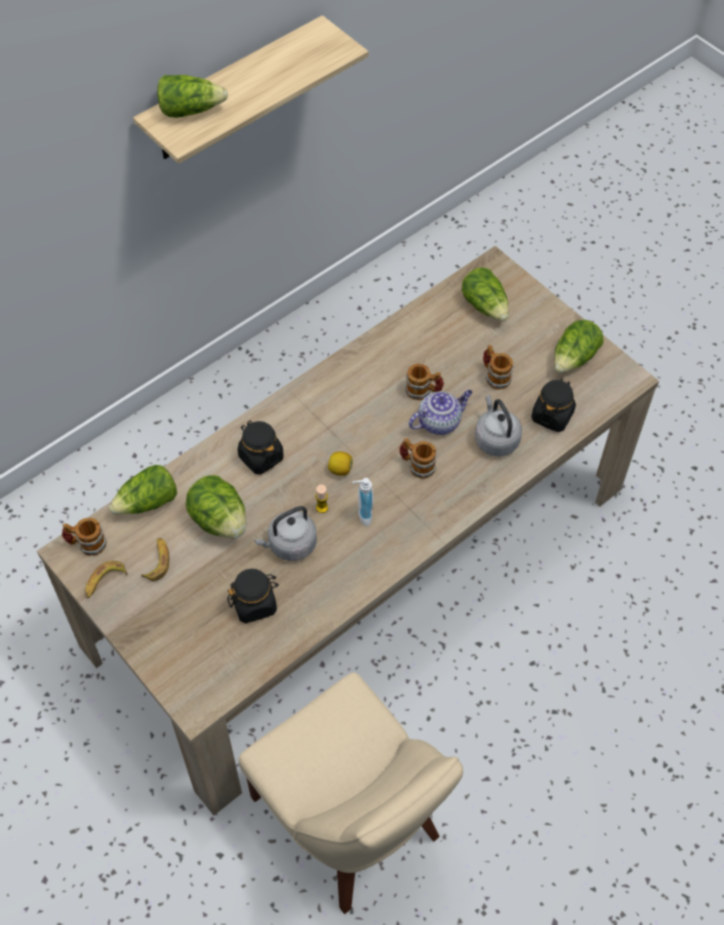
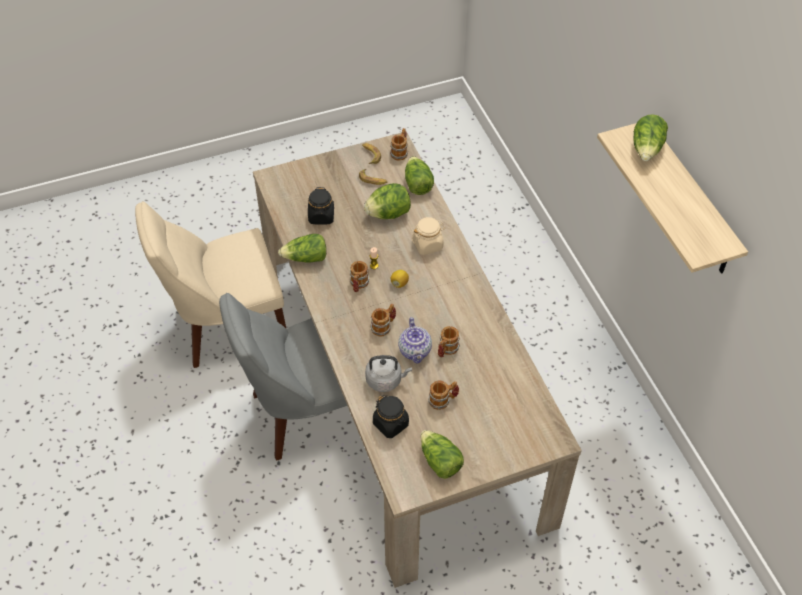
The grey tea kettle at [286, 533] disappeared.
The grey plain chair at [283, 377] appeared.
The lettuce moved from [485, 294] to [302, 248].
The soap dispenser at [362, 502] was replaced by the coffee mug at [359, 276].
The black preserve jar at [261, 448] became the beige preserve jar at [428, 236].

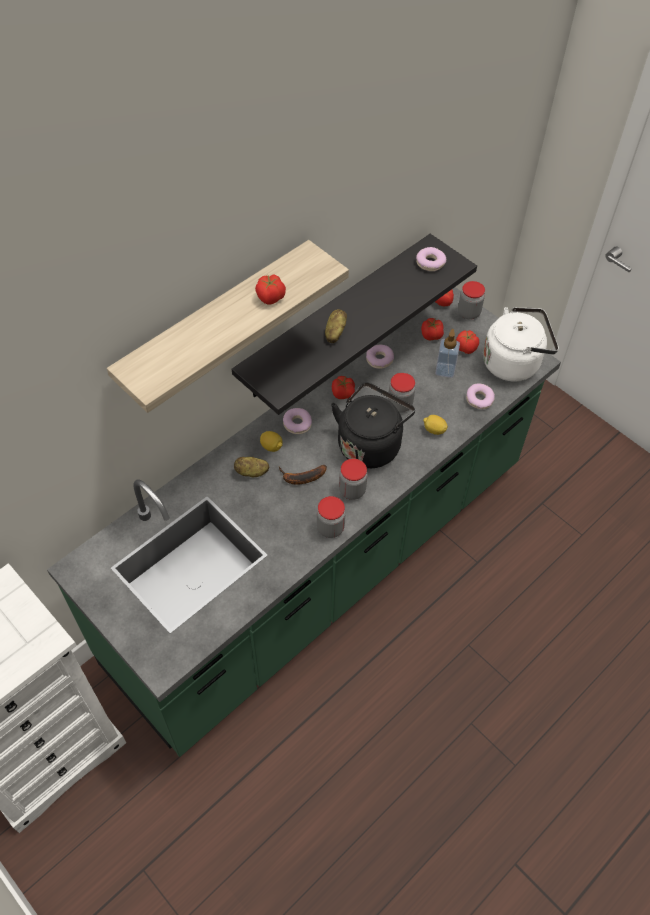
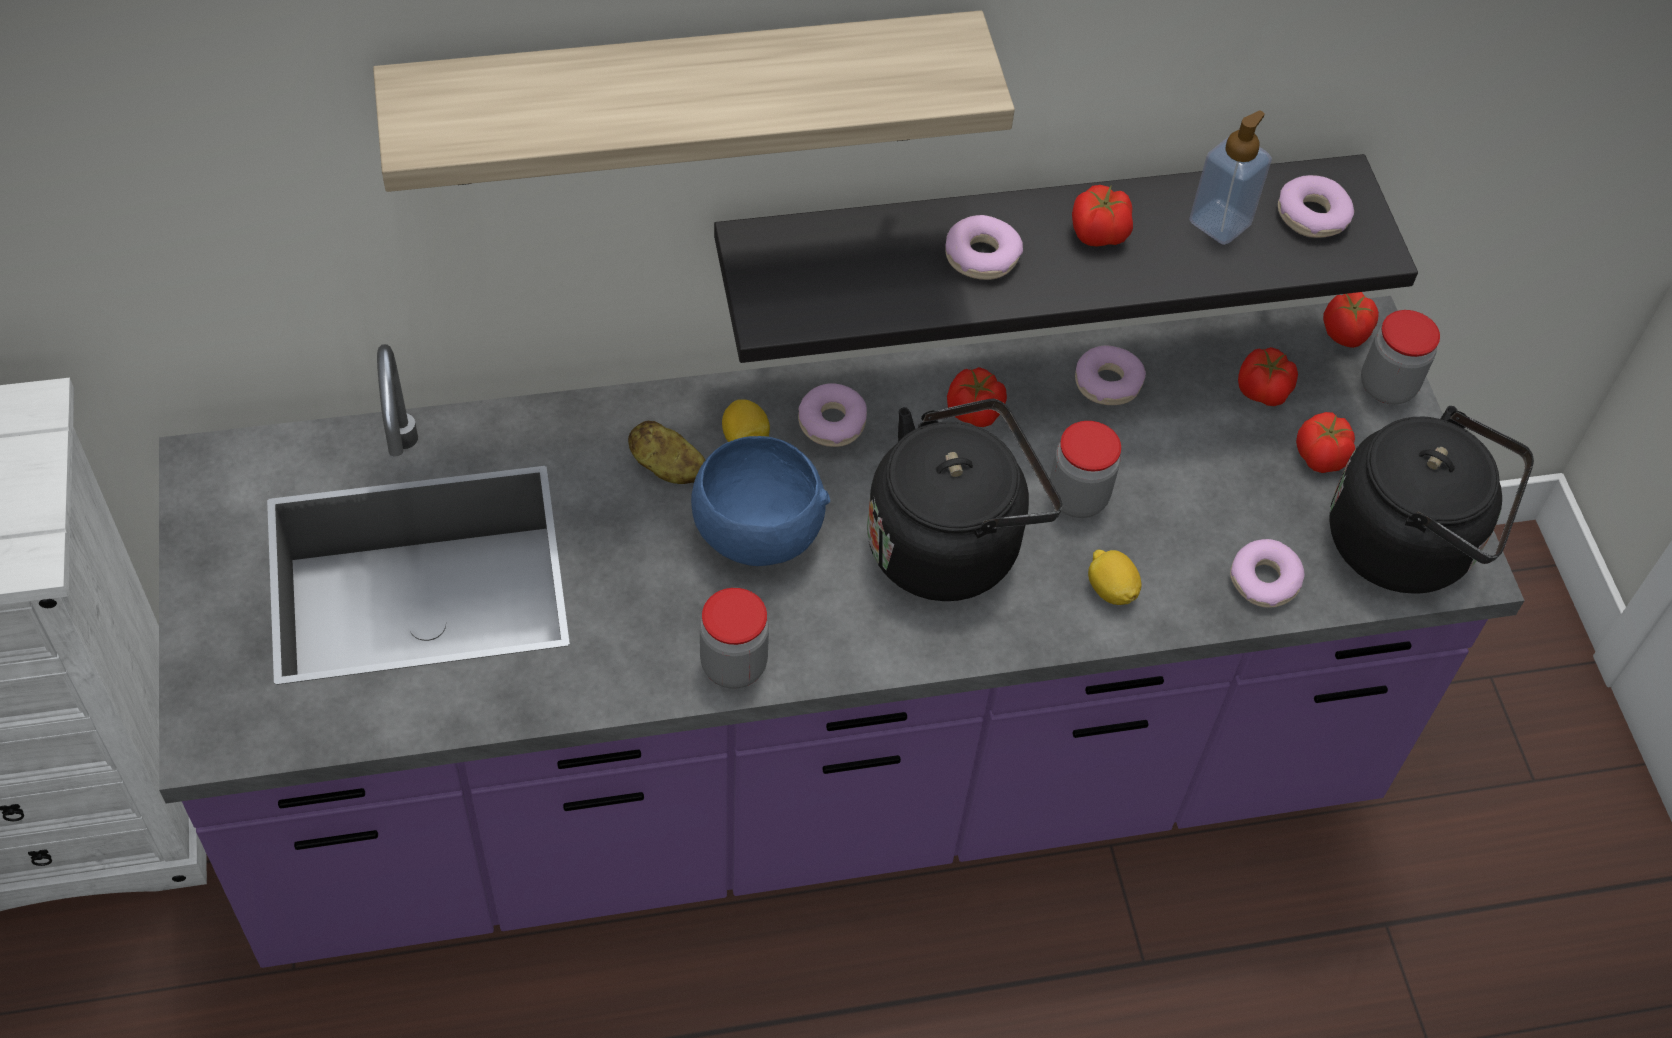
The preserve jar at [353, 479] disappeared.
The fresh tomato moved from [270, 289] to [1102, 215].
The soap dispenser moved from [447, 353] to [1230, 177].
The banana fruit at [303, 474] was replaced by the bluish deep dish at [760, 501].
The whole potato at [336, 326] was replaced by the donut at [984, 247].
The green-coloured kitchen base unit at [304, 522] became the purple-coloured kitchen base unit at [842, 632].
The white-coloured tea kettle at [521, 344] became the black tea kettle at [1431, 500].

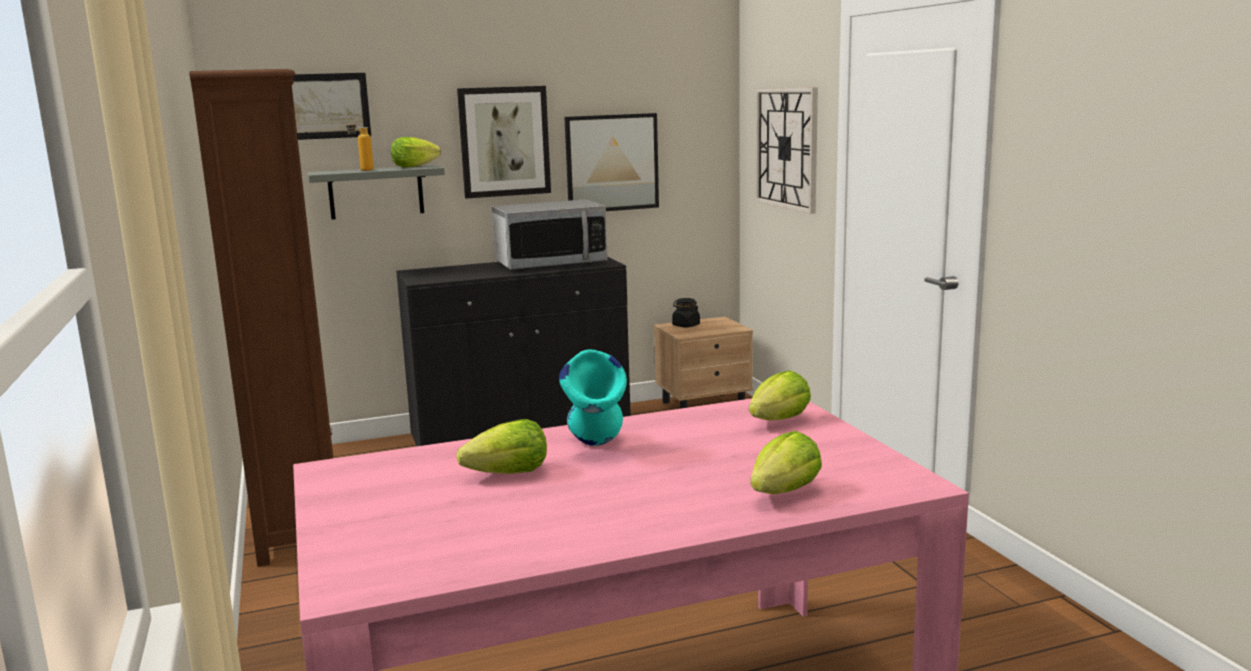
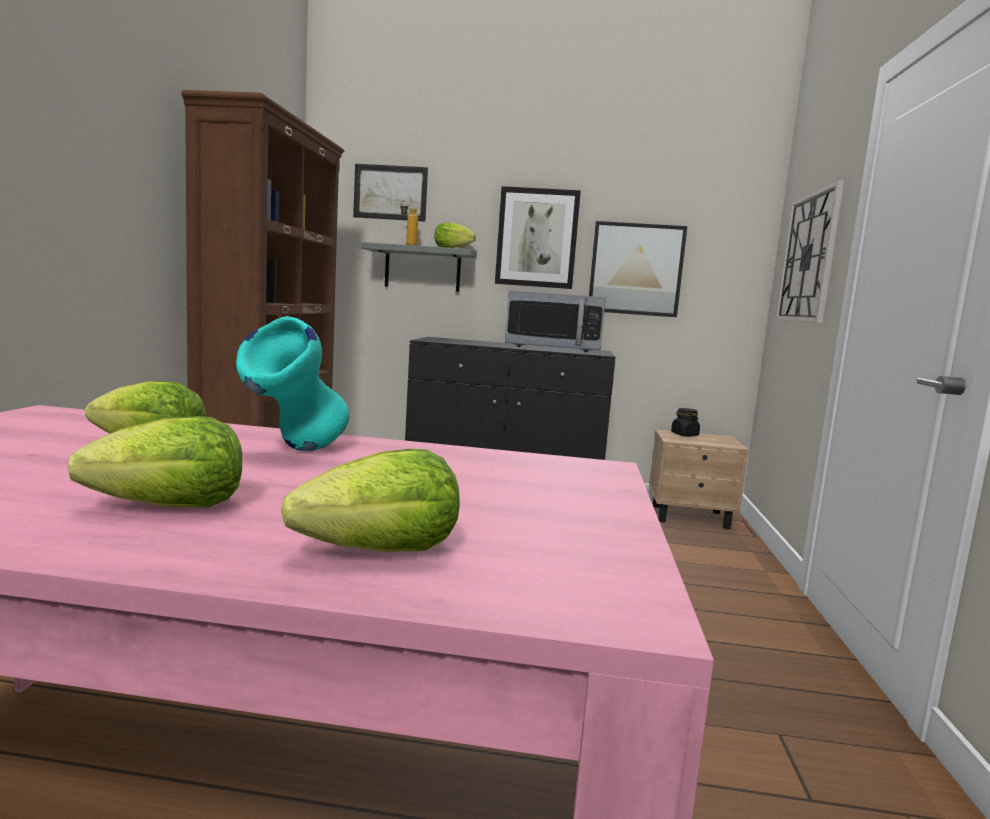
The lettuce moved from [780, 395] to [155, 461].

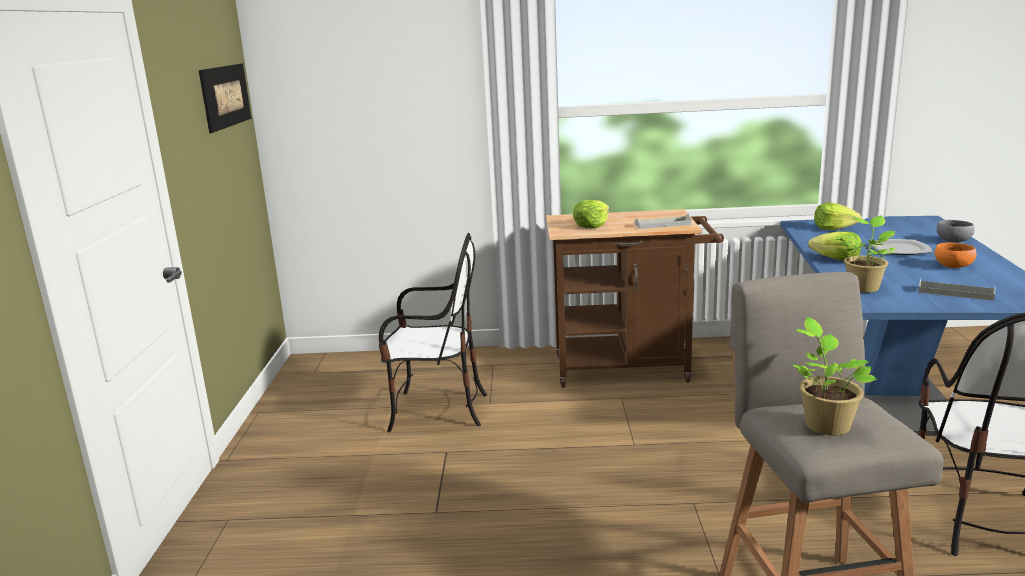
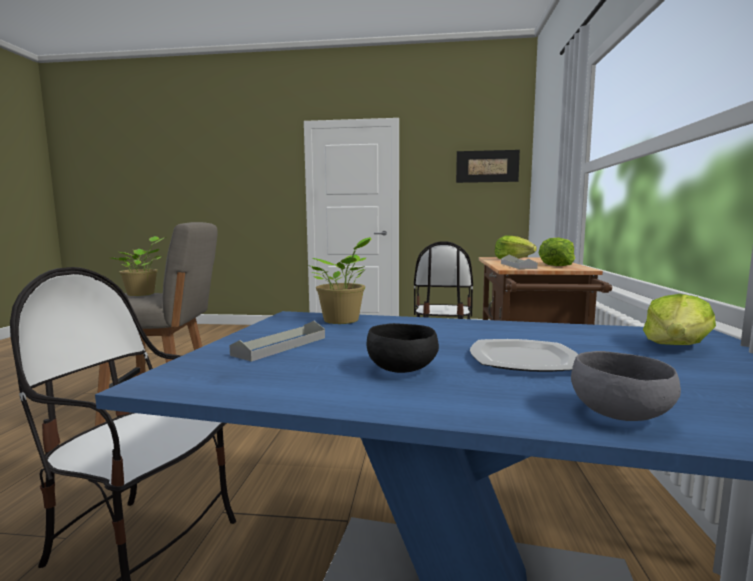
The lettuce moved from [835, 246] to [557, 251].
The orange deep dish at [955, 255] became the black deep dish at [402, 348].

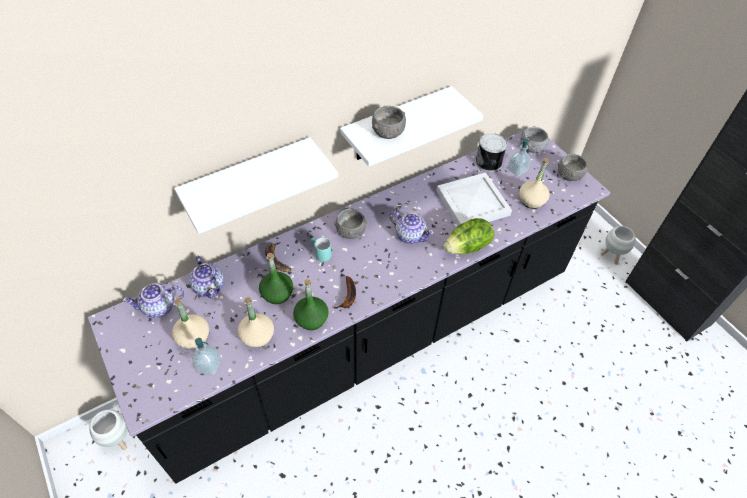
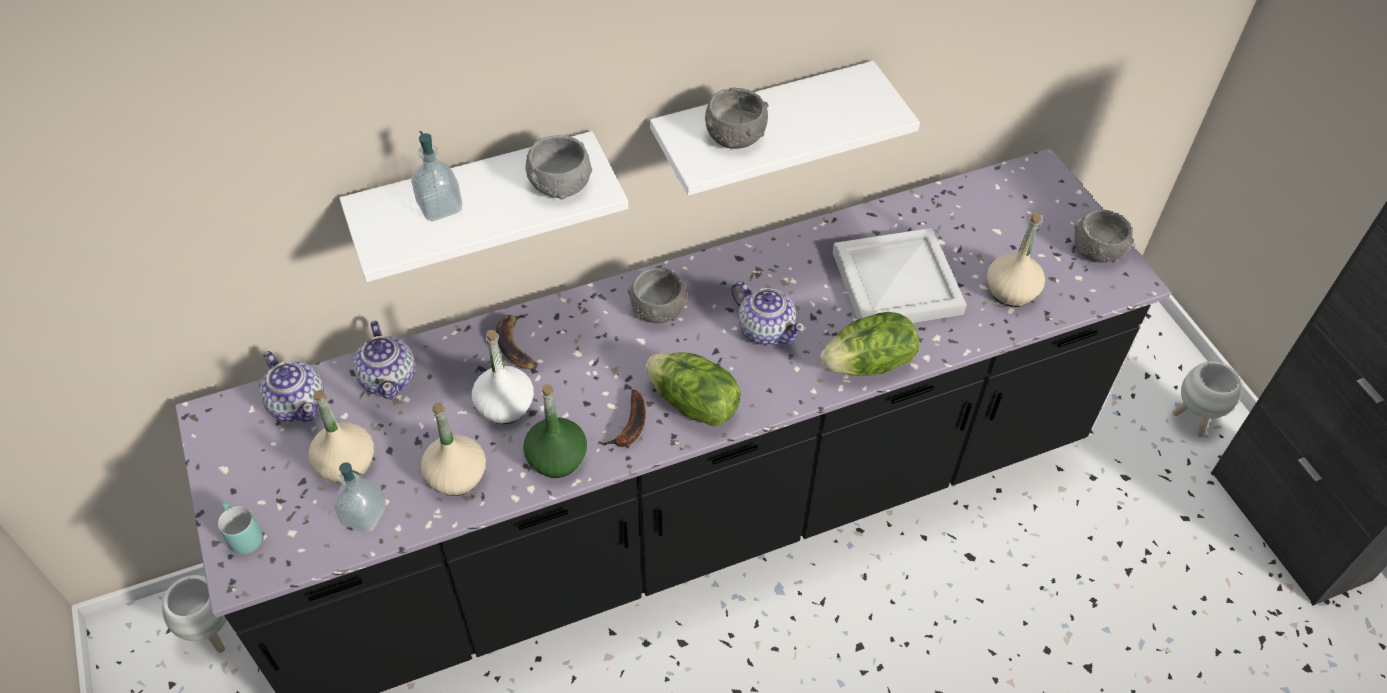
The sealed can at [491, 152] disappeared.
The lettuce at [693, 389] appeared.
The turquoise-coloured coffee mug moved from [321, 250] to [240, 528].
The soap dispenser moved from [519, 157] to [436, 176].
The grey deep dish moved from [534, 140] to [559, 167].
The green-coloured beverage bottle at [276, 278] became the white-coloured beverage bottle at [503, 377].
The teapot at [153, 300] turned 120 degrees counterclockwise.

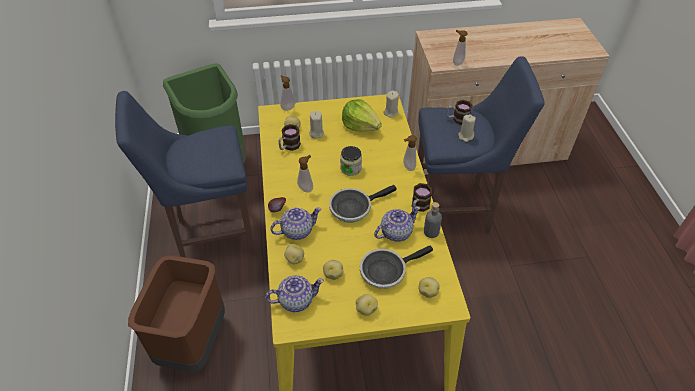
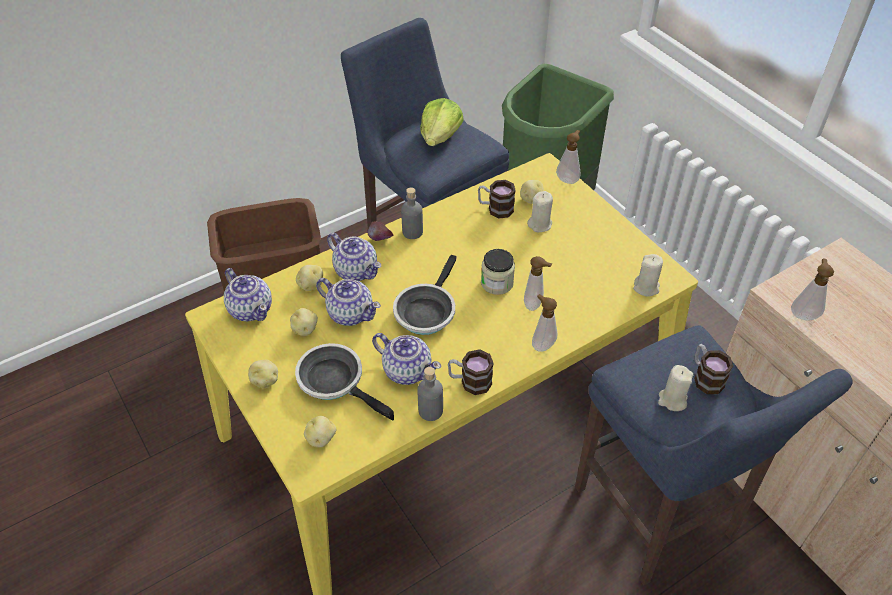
The teapot at [348, 302] appeared.
The grey beverage bottle at [412, 213] appeared.
The soap dispenser moved from [305, 173] to [538, 283].
The lettuce moved from [362, 115] to [442, 122].
The frying pan at [363, 204] turned 105 degrees counterclockwise.

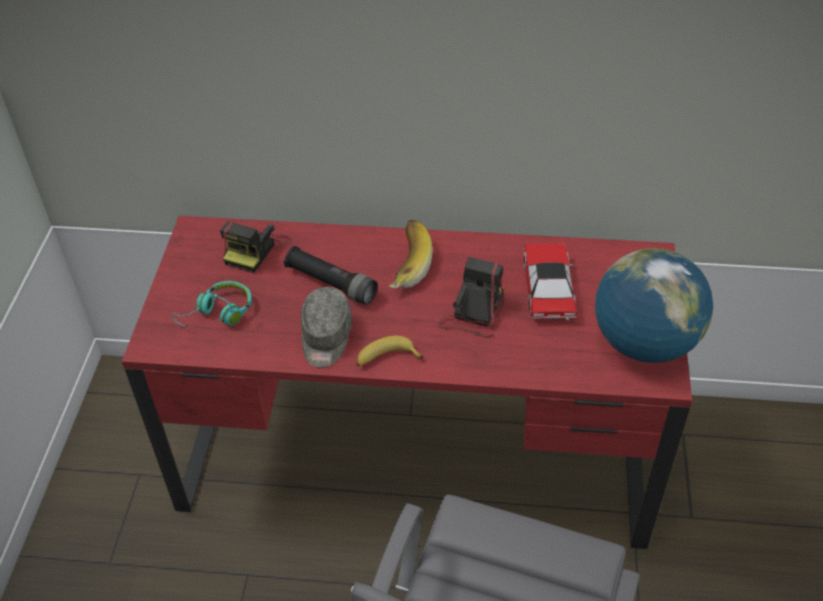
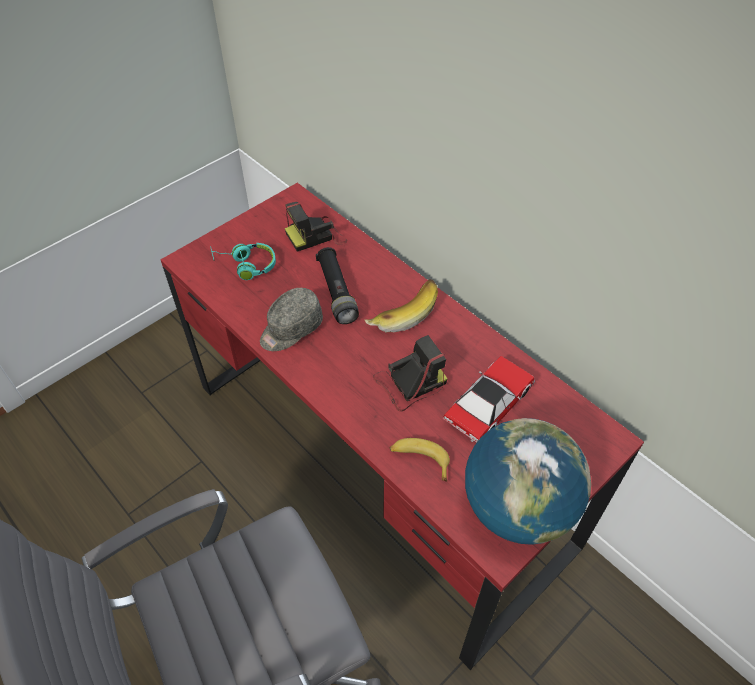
The banana fruit moved from [389, 351] to [420, 460].

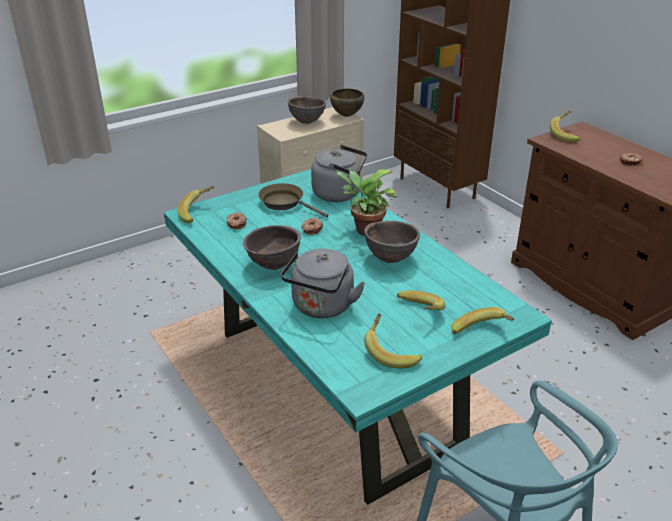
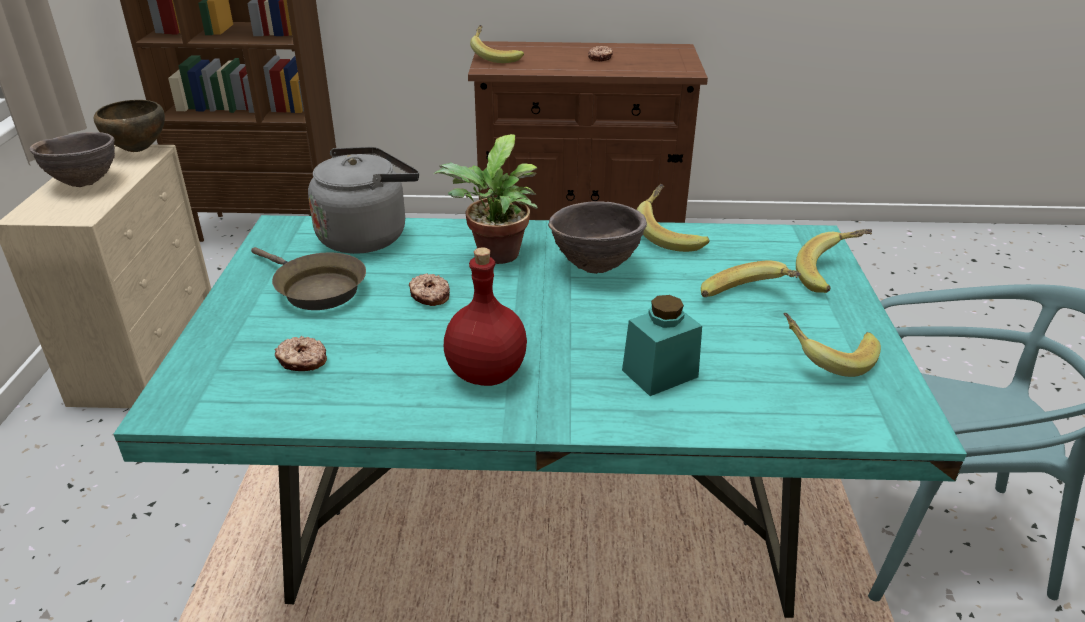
The banana fruit moved from [196, 204] to [673, 218].
The brown-coloured deep dish at [272, 247] was replaced by the red beverage bottle at [485, 316].
The grey tea kettle at [323, 283] was replaced by the turquoise-coloured preserve jar at [662, 345].
The brown-coloured frying pan at [293, 200] turned 120 degrees counterclockwise.

